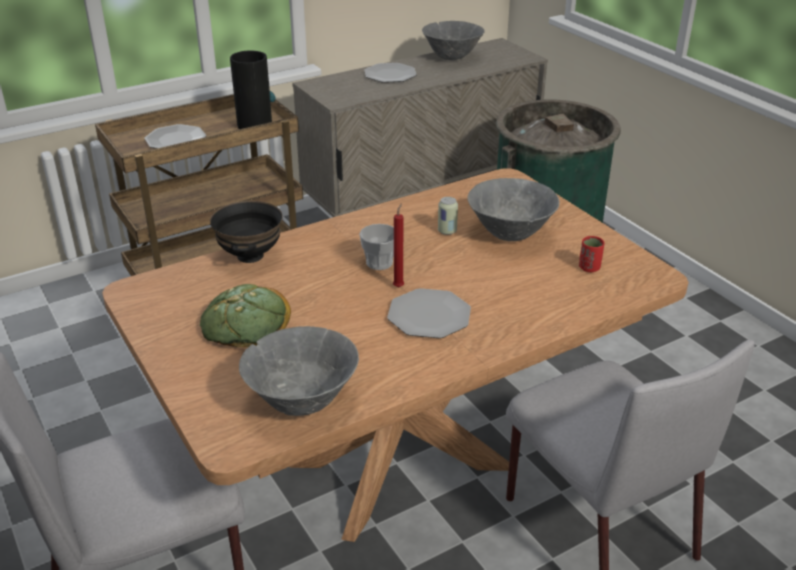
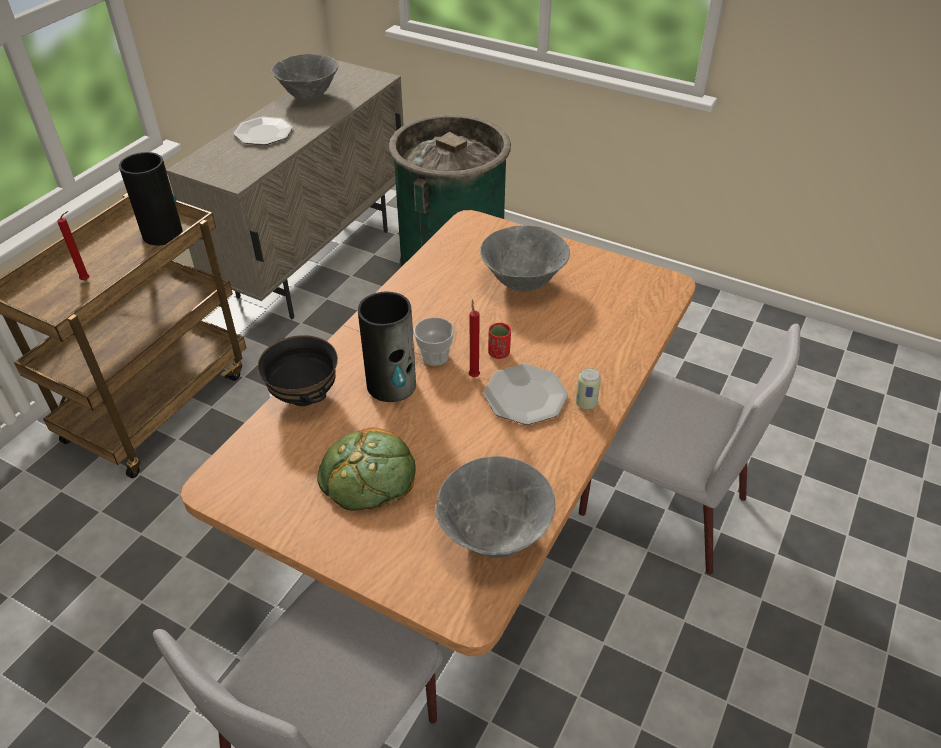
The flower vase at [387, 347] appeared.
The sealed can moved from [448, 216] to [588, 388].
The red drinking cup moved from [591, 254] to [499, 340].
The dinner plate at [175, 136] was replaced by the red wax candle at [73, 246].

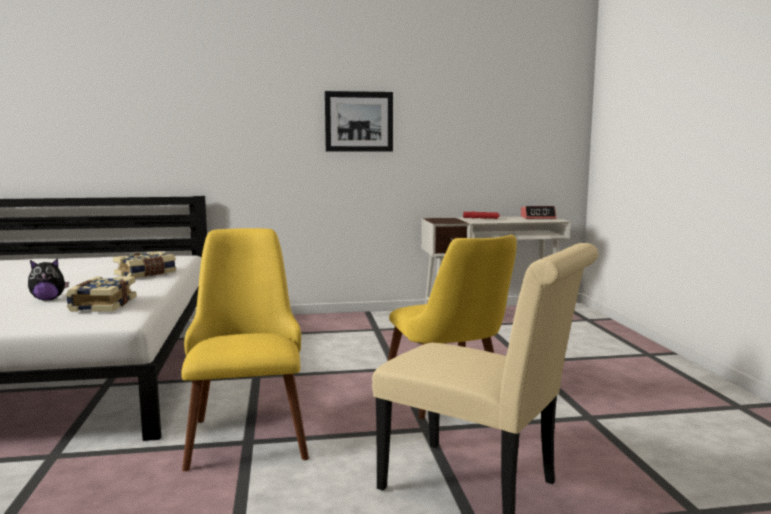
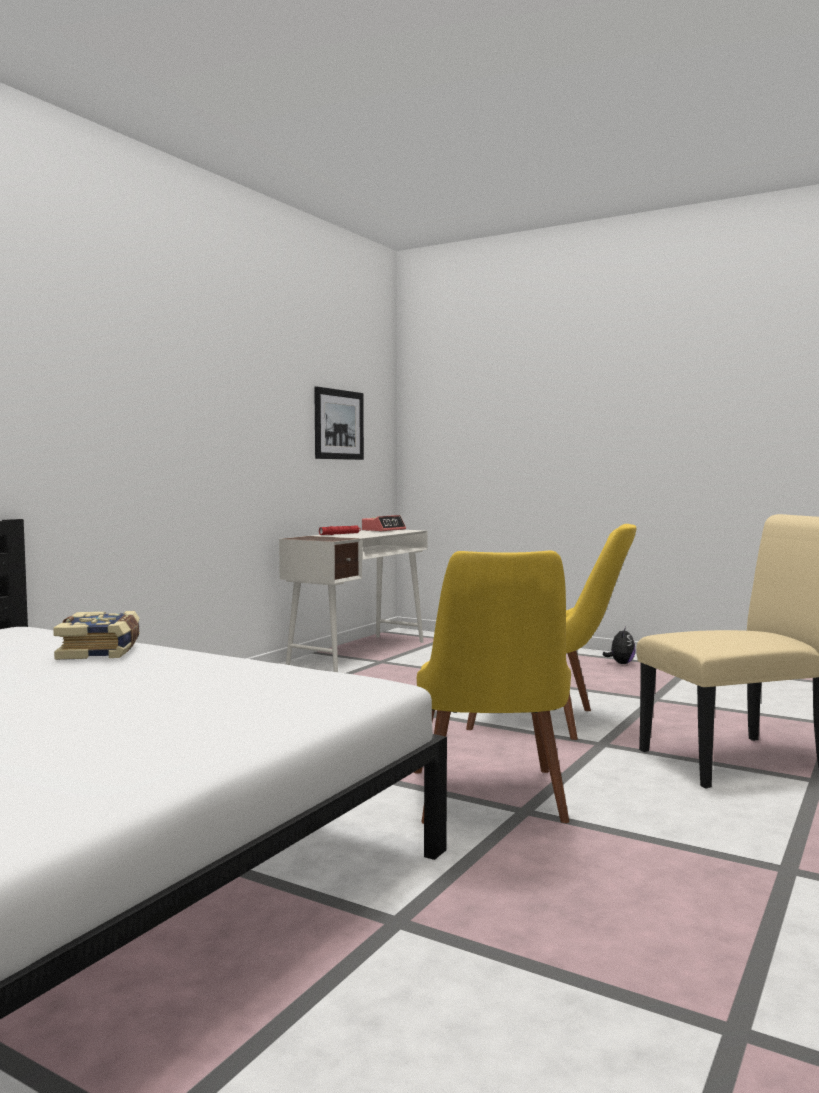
The bound book at [101, 294] disappeared.
The cuddly toy moved from [48, 279] to [619, 645].
The wall picture moved from [359, 121] to [339, 423].
The yellow-coloured plain chair at [245, 349] turned 120 degrees counterclockwise.

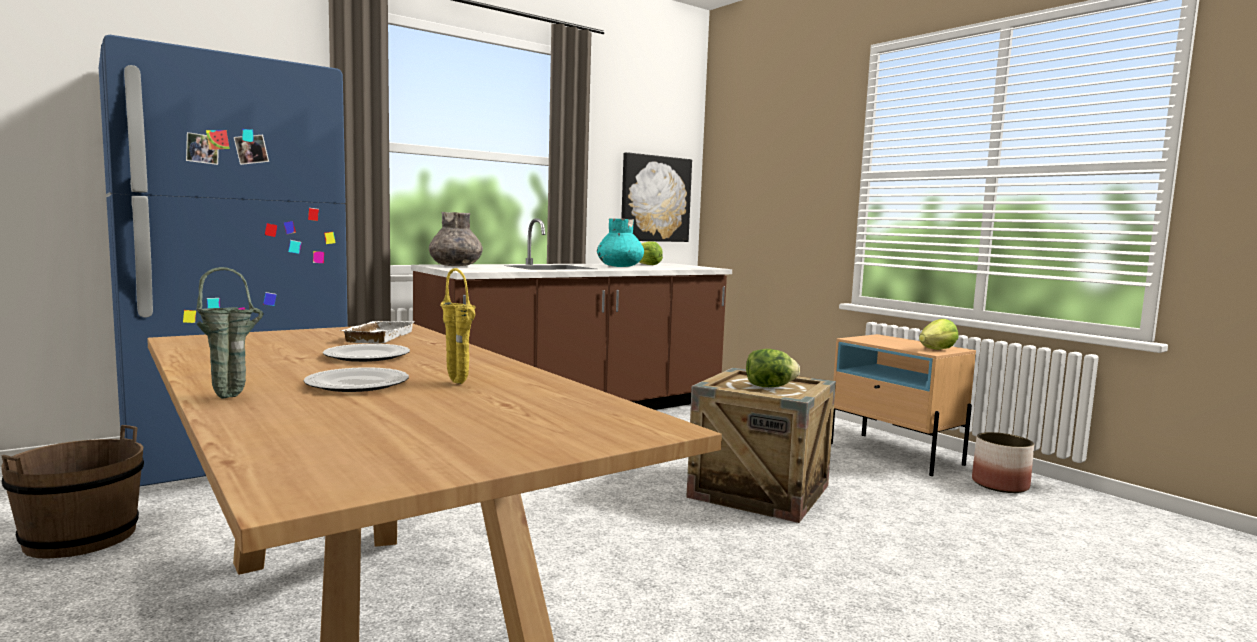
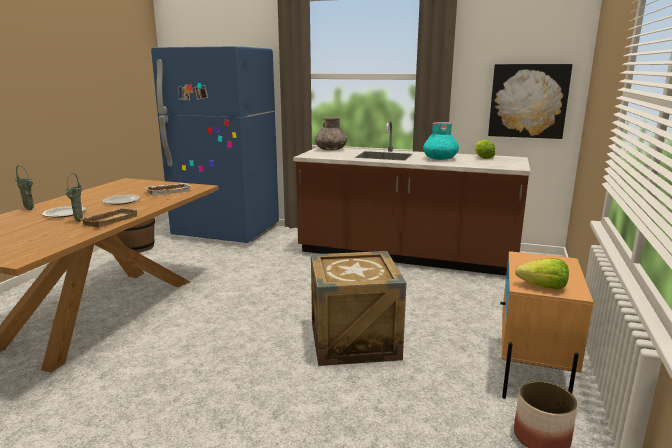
The lettuce at [773, 368] disappeared.
The beige carrying tray at [109, 218] appeared.
The yellow-coloured flower vase at [458, 326] became the green-coloured flower vase at [74, 197].

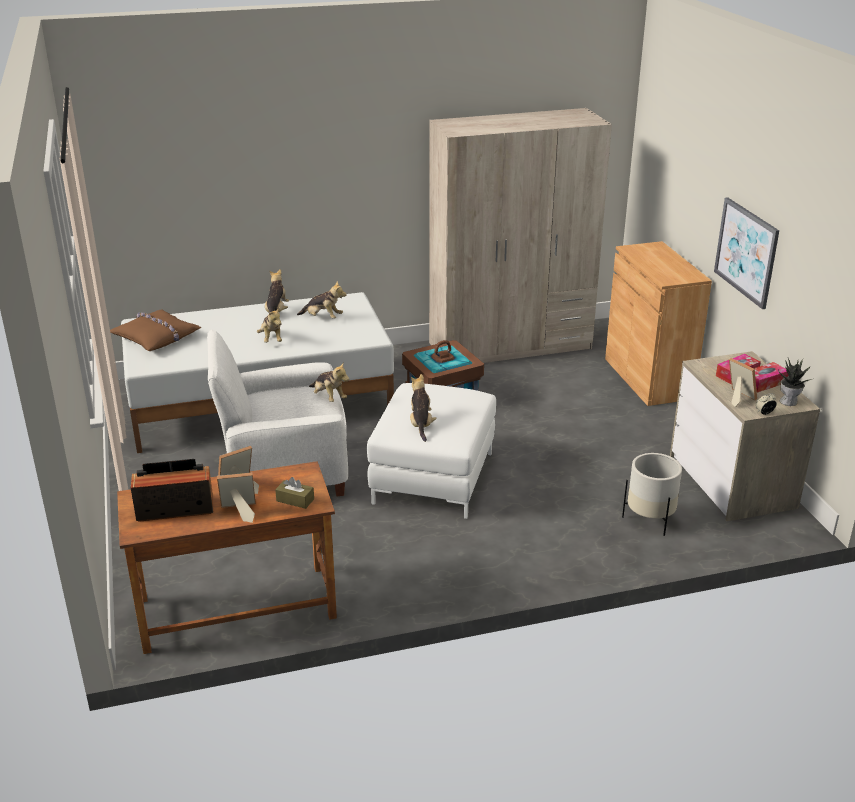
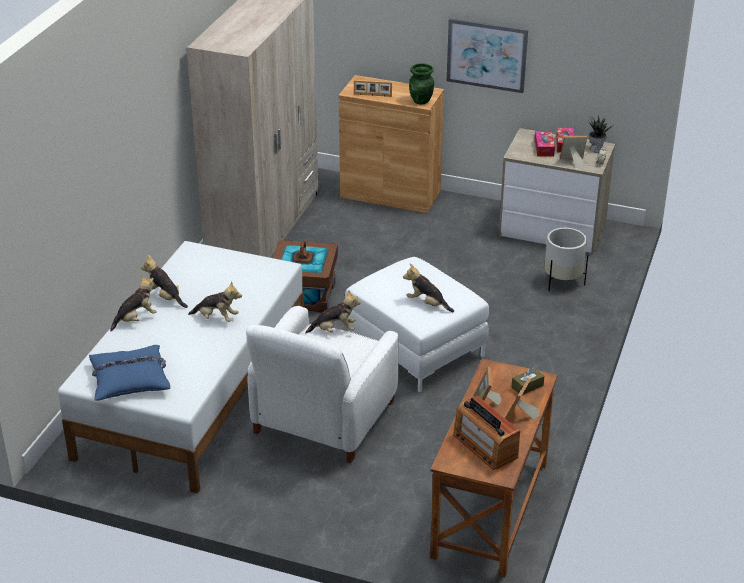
The standing frame at [373, 88] appeared.
The green-coloured flower vase at [421, 83] appeared.
The cuddly toy moved from [322, 300] to [133, 303].
The brown-coloured cushion at [155, 330] became the bluish cushion at [129, 373].
The radio set at [172, 490] turned 60 degrees counterclockwise.

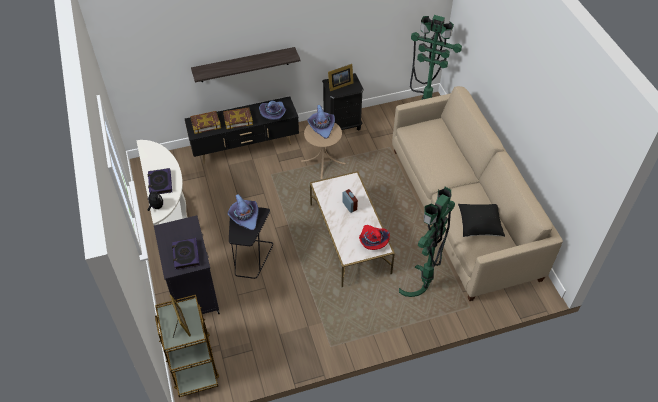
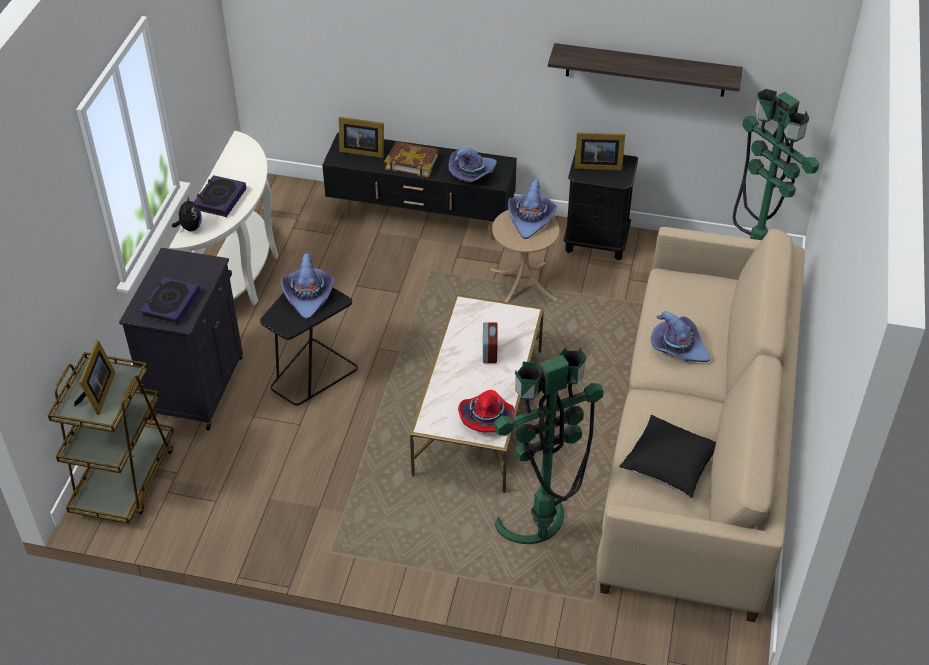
The purple-coloured hat at [681, 336] appeared.
The wall shelf moved from [245, 64] to [645, 70].
The bound book at [205, 122] was replaced by the standing frame at [361, 137].

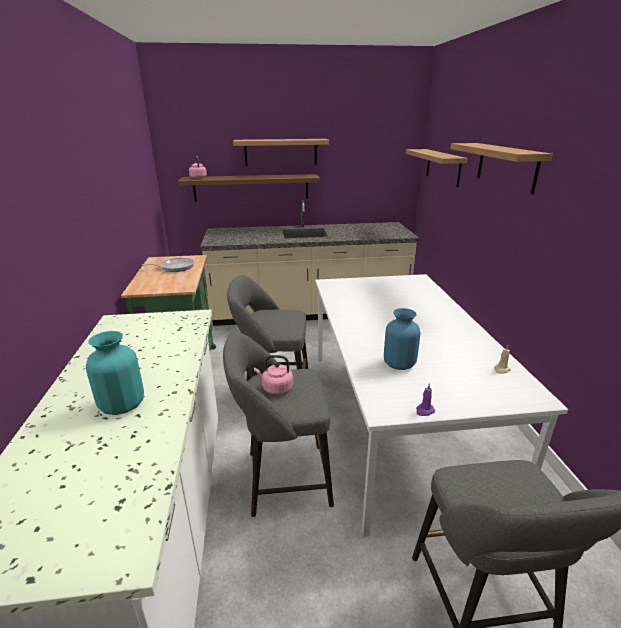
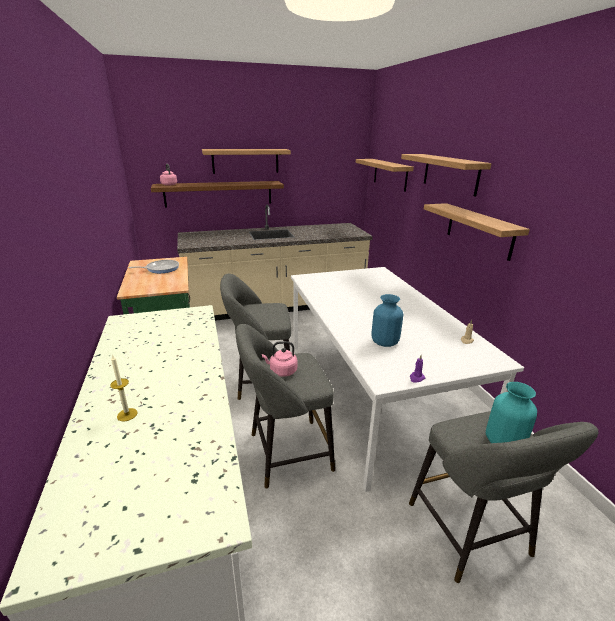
The wax candle at [123, 387] appeared.
The wall shelf at [477, 232] appeared.
The turquoise-coloured flower vase moved from [115, 373] to [511, 412].

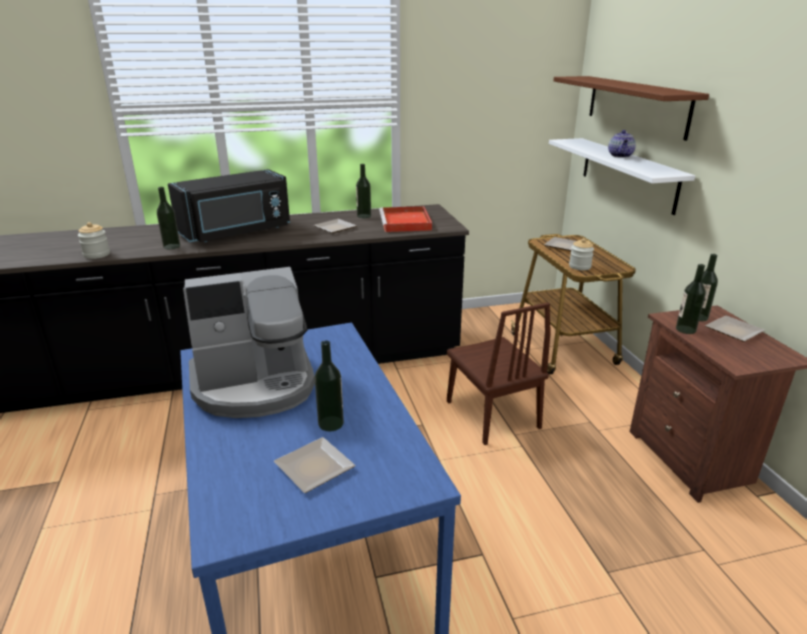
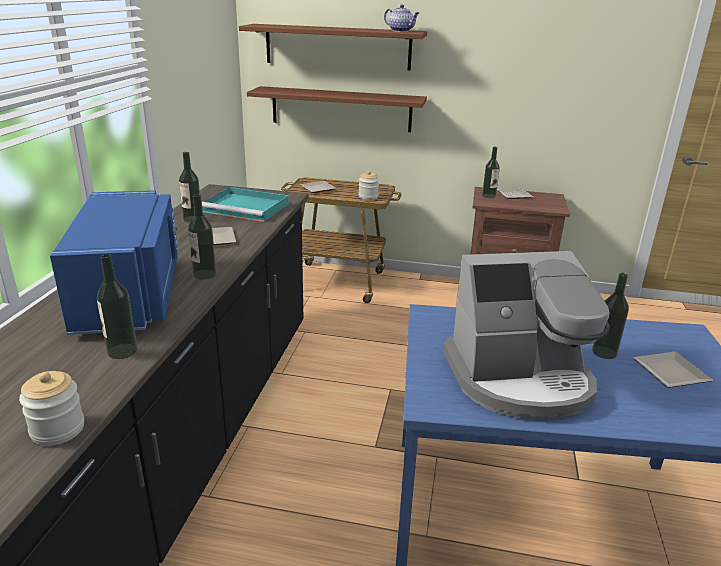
The brown-coloured plain chair at [499, 374] disappeared.
The teapot moved from [622, 144] to [401, 18].
The beverage bottle moved from [691, 299] to [202, 236].
The black microwave oven at [229, 205] became the bluish microwave oven at [114, 262].
The red carrying tray at [405, 219] became the turquoise-coloured carrying tray at [245, 204].
The white-coloured wall shelf at [622, 176] became the brown-coloured wall shelf at [337, 109].
The coffee maker at [249, 342] turned 75 degrees clockwise.

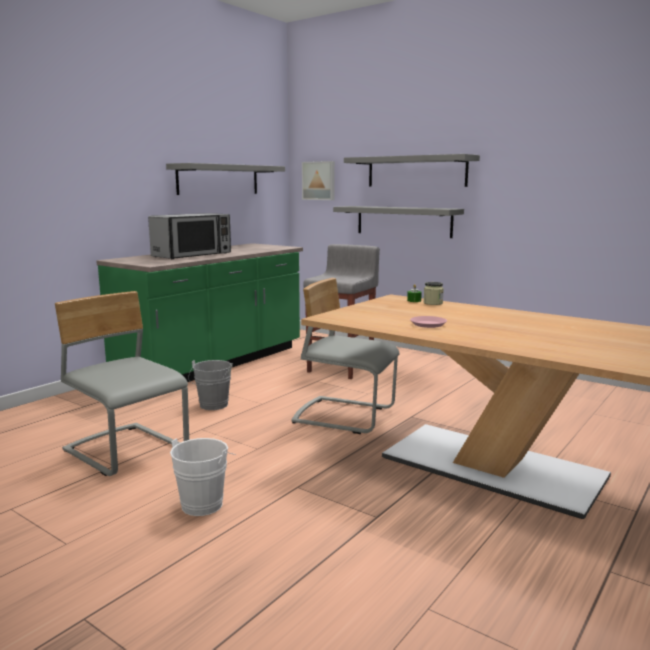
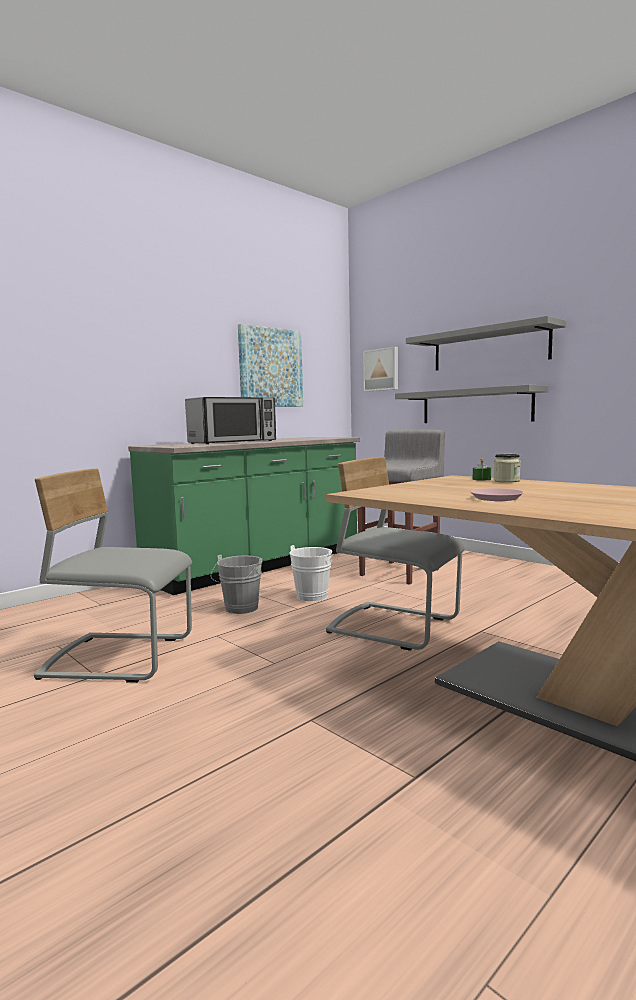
The white-coloured pail moved from [203, 477] to [313, 573].
The grey wall shelf at [225, 179] was replaced by the wall picture at [270, 365].
The grey plain chair at [122, 383] turned 45 degrees counterclockwise.

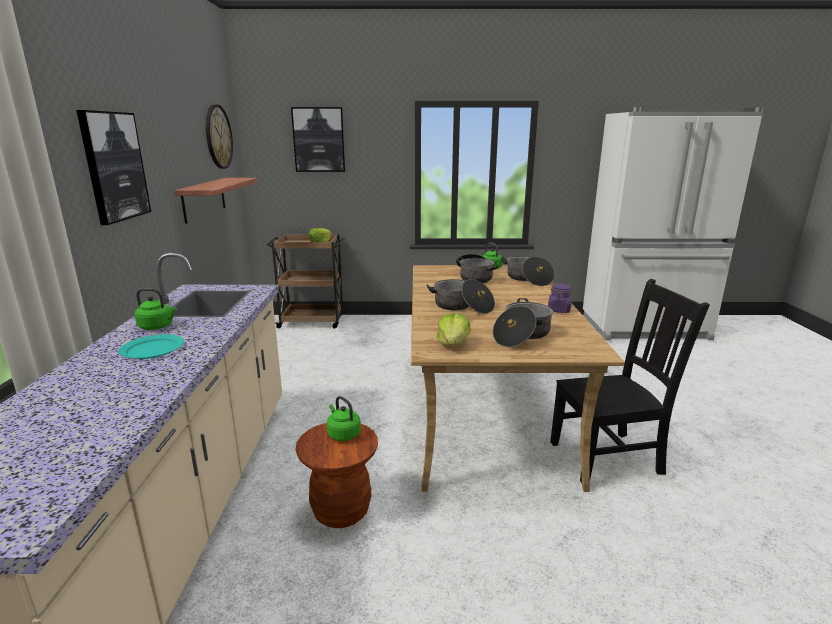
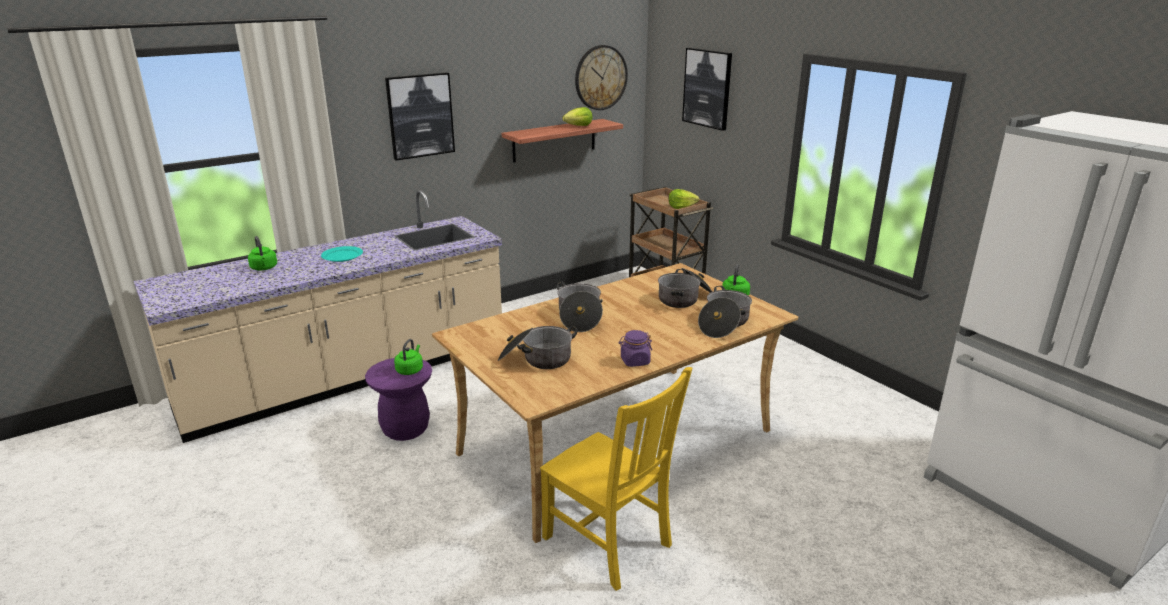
The green-coloured tea kettle moved from [156, 309] to [262, 253].
The lettuce moved from [453, 329] to [577, 116].
The brown-coloured stool seat at [337, 475] became the purple-coloured stool seat at [398, 399].
The black plain chair at [630, 381] became the yellow-coloured plain chair at [616, 479].

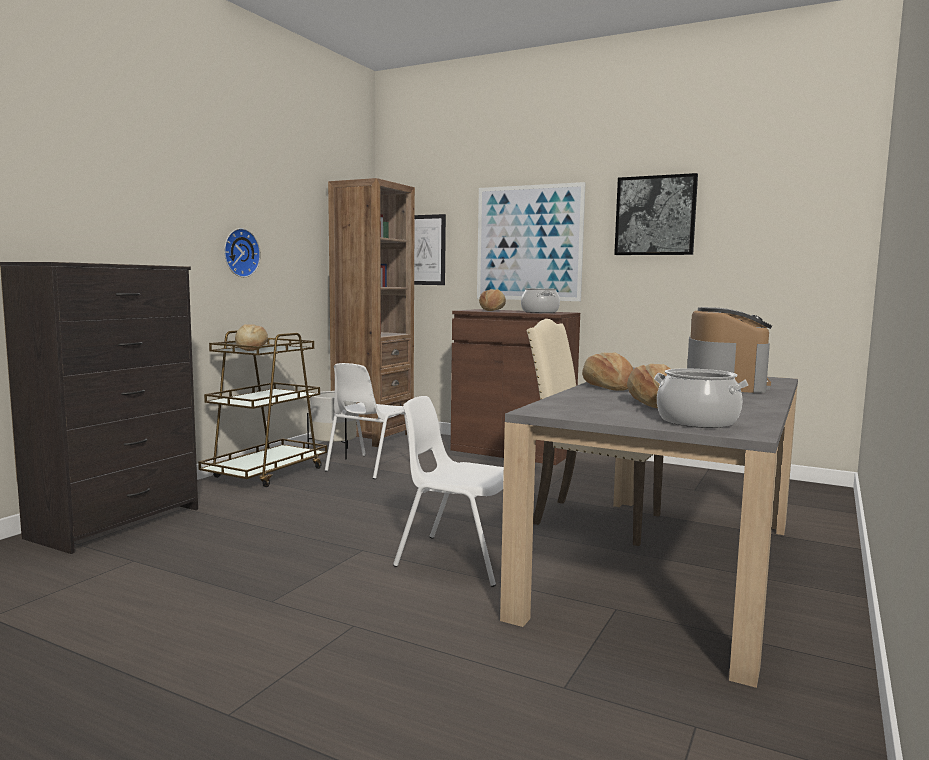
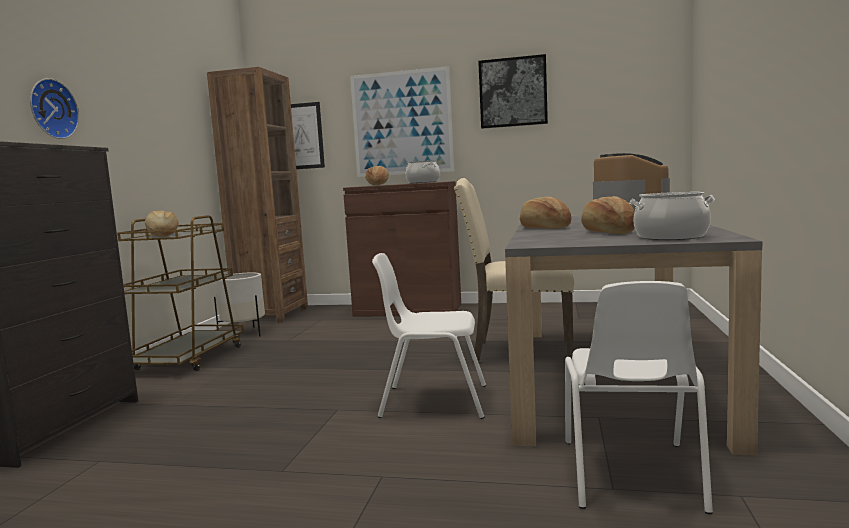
The clock on the wall moved from [242, 252] to [54, 108].
The white-coloured plain chair moved from [367, 421] to [639, 397].

